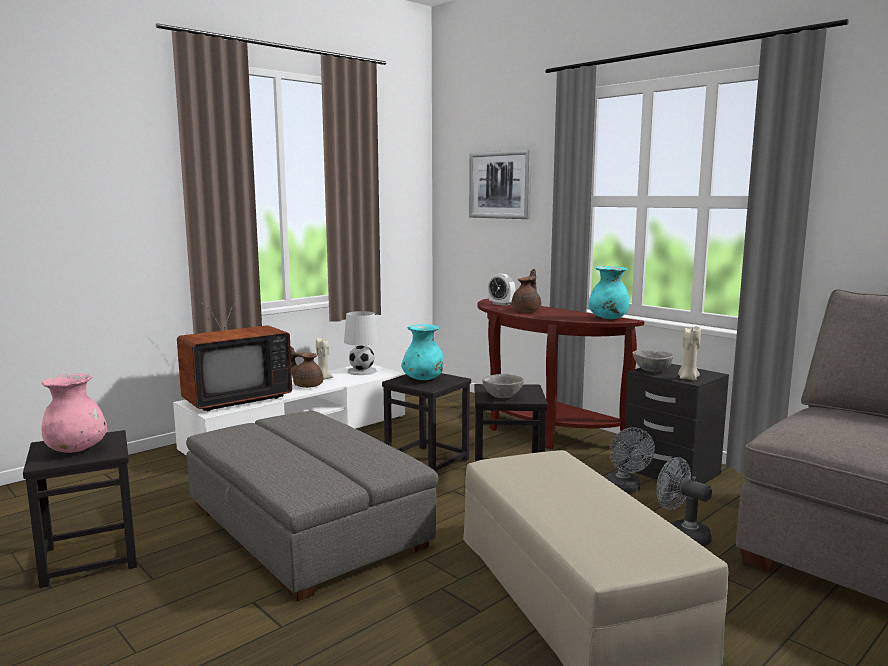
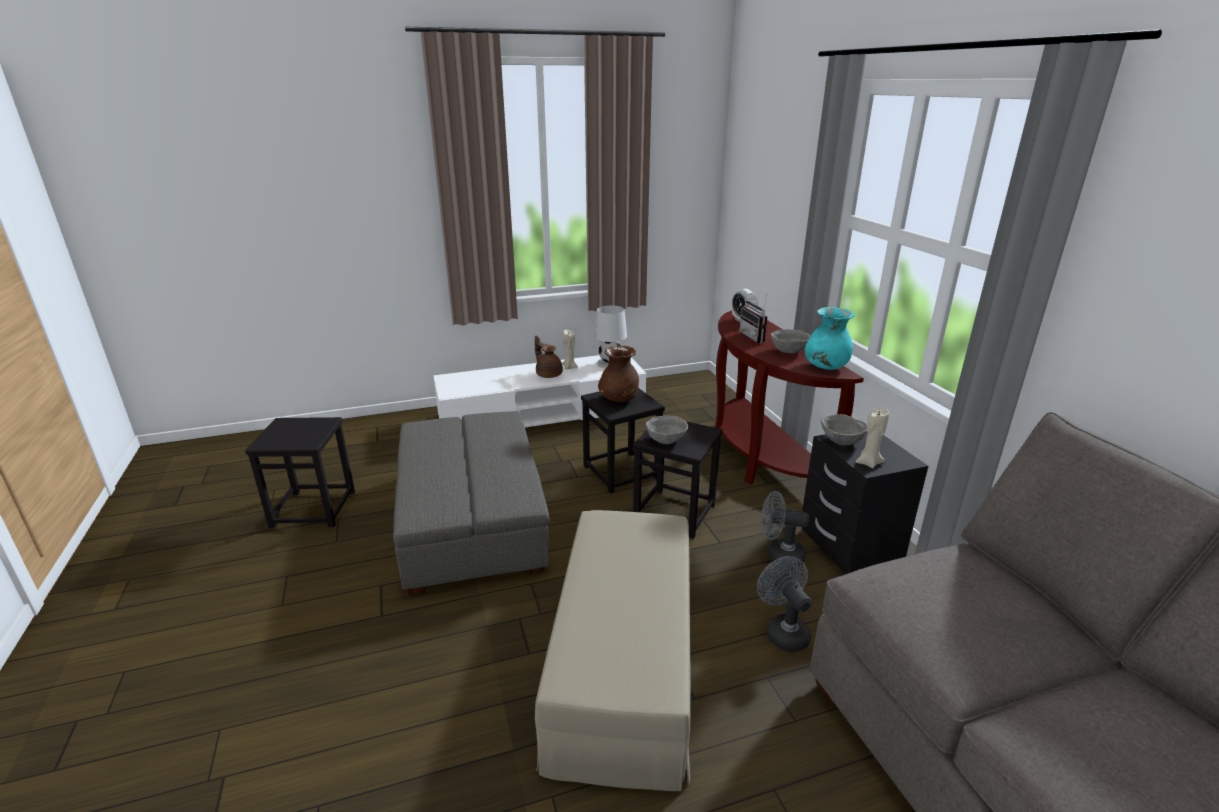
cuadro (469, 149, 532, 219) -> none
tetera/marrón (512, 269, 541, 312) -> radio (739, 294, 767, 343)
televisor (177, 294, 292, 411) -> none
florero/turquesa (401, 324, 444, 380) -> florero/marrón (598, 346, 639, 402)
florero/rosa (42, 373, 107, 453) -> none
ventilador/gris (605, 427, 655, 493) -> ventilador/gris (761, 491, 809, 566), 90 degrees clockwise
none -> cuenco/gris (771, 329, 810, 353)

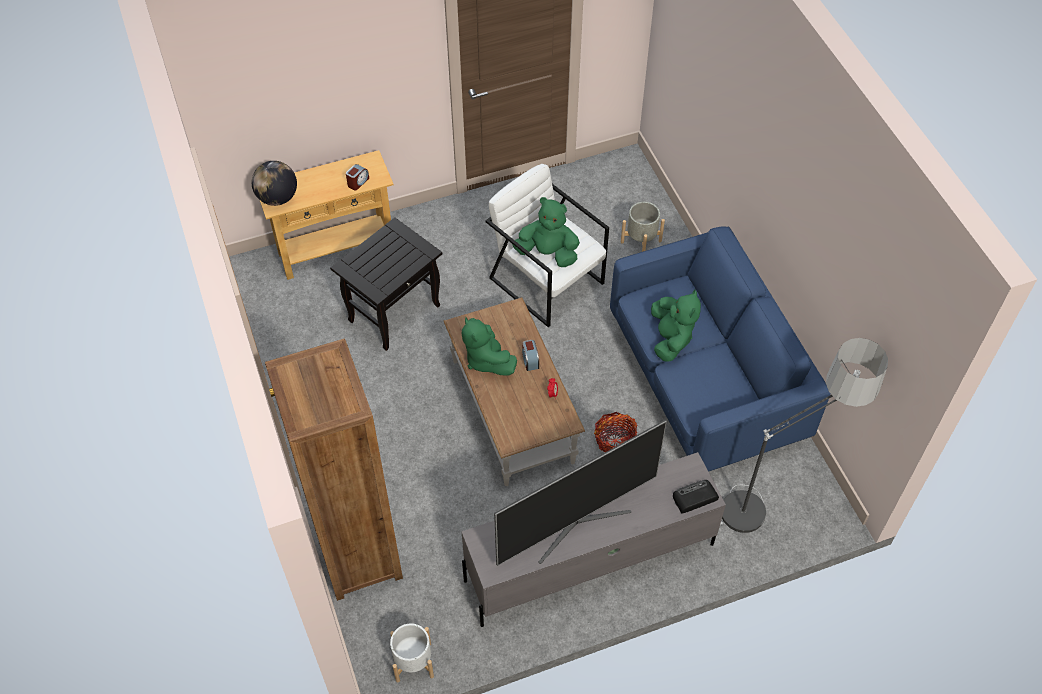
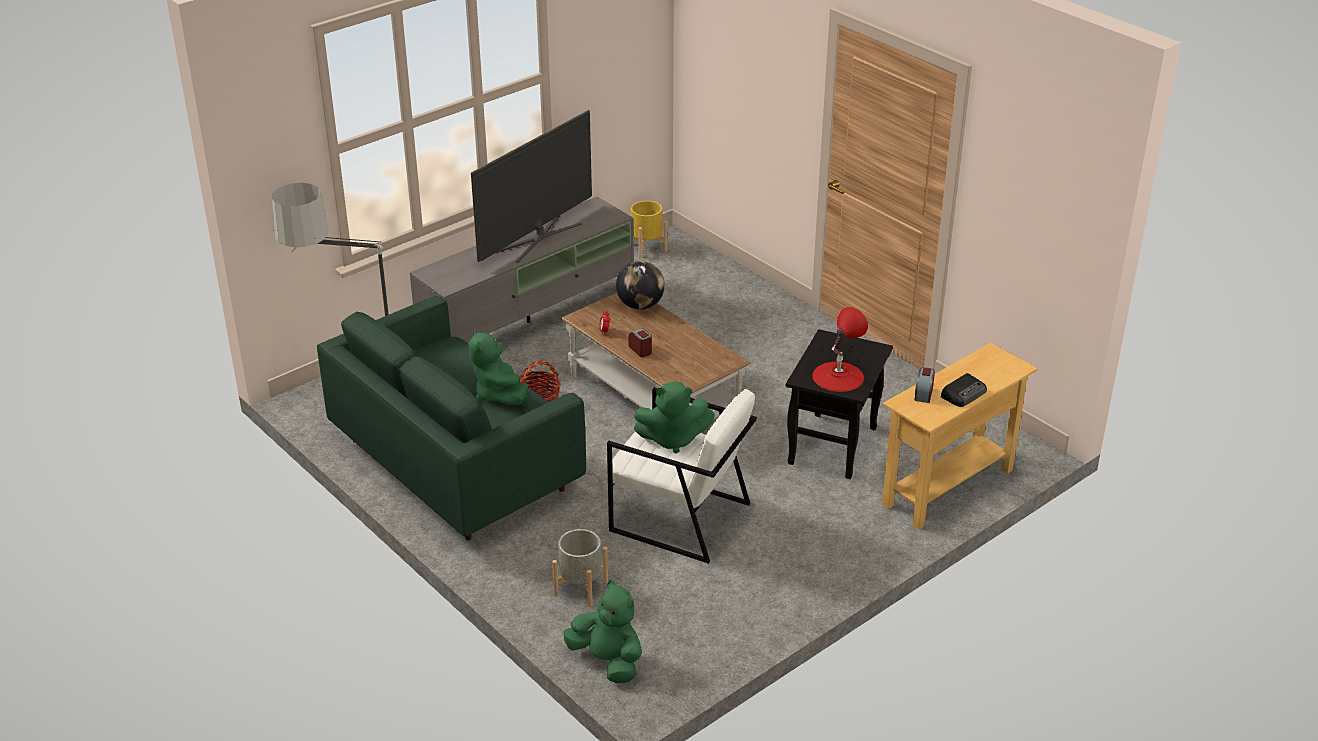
globo terráqueo (252, 161, 297, 206) -> globo terráqueo (616, 261, 665, 310), moved
sofá/azul (610, 226, 831, 472) -> sofá/verde (317, 296, 586, 541)
peluche/verde (462, 317, 517, 376) -> peluche/verde (564, 580, 642, 683), moved
estantería/marrón (265, 338, 403, 601) -> none
radio (673, 480, 719, 513) -> radio (941, 373, 987, 407), moved
maceta/blanco (390, 623, 434, 683) -> maceta/amarillo (631, 201, 667, 258)
none -> lámpara de mesa/rojo (812, 307, 868, 392)

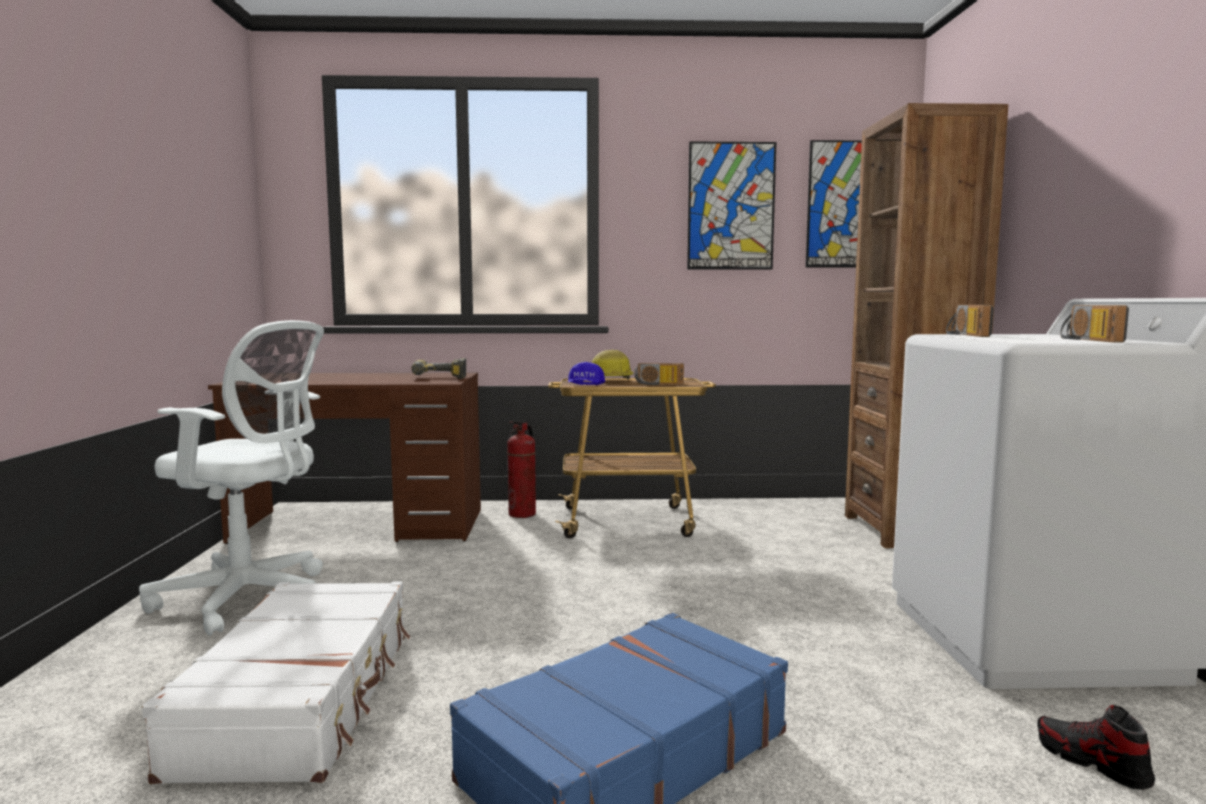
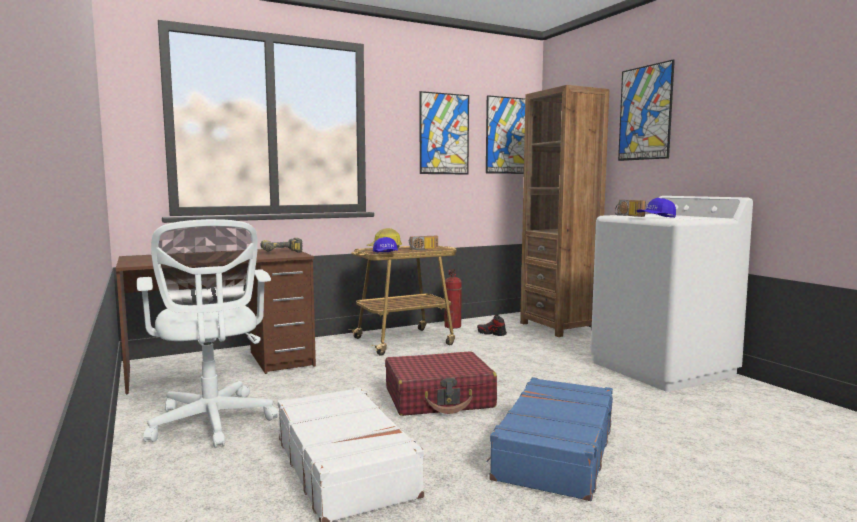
radio (1061, 305, 1129, 343) -> none
silla de oficina/blanco (139, 320, 324, 636) -> silla de oficina/blanco (137, 219, 278, 448), 75 degrees clockwise
extintor (507, 421, 536, 518) -> extintor (444, 269, 462, 329), moved
zapato (1037, 705, 1155, 790) -> zapato (477, 315, 507, 336), moved
none -> cuadro (618, 59, 675, 161)
none -> gorra/azul (636, 198, 676, 218)
none -> maleta/rojo (385, 351, 497, 416)

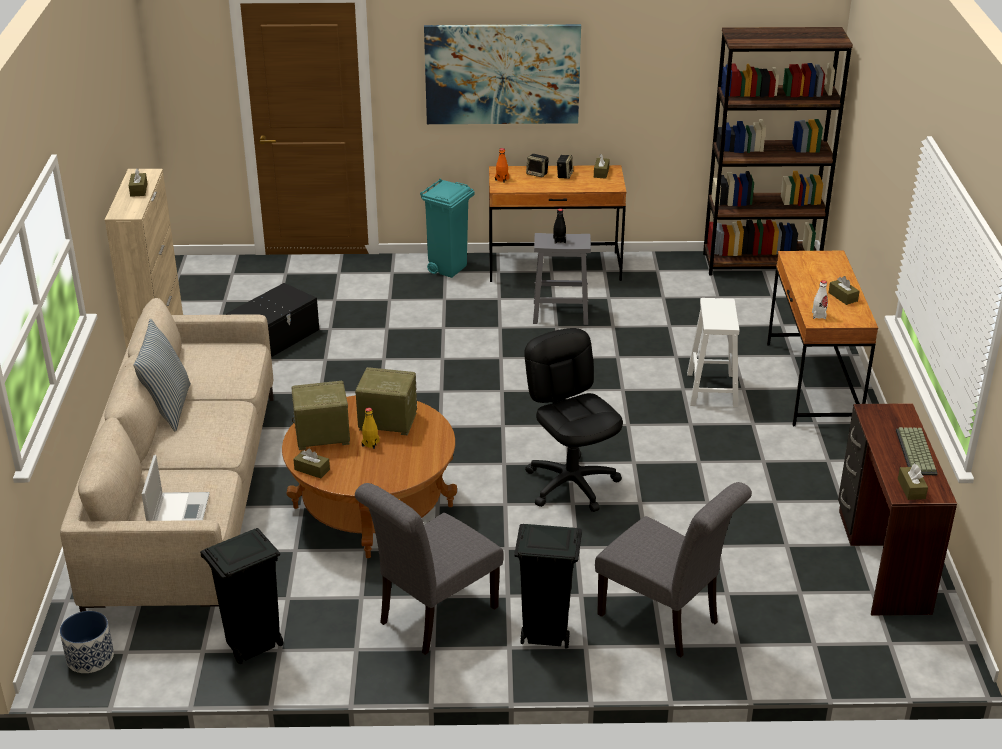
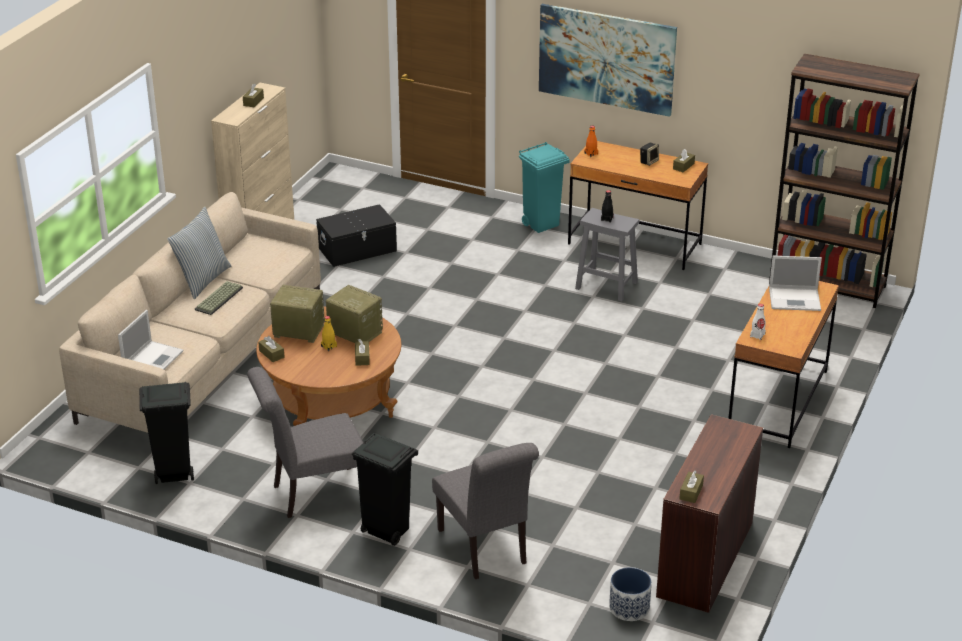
altavoz (526, 154, 549, 178) -> none
caja de pañuelos/marrón (828, 276, 859, 305) -> caja de pañuelos/marrón (355, 339, 370, 366), moved
taburete/blanco (687, 298, 739, 407) -> none
silla de oficina/negro (524, 328, 623, 512) -> none
teclado (896, 427, 938, 475) -> teclado (195, 281, 243, 315), moved
maceta (60, 611, 114, 673) -> maceta (609, 567, 652, 621), moved
none -> portátil (769, 256, 822, 311)

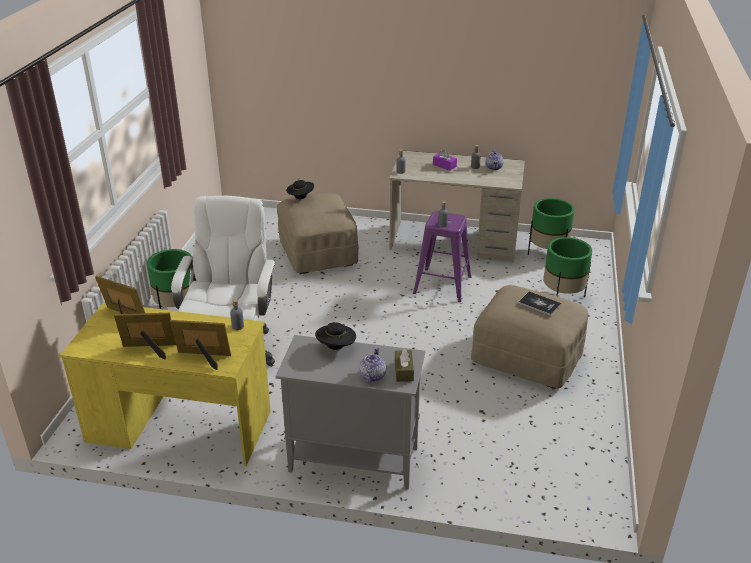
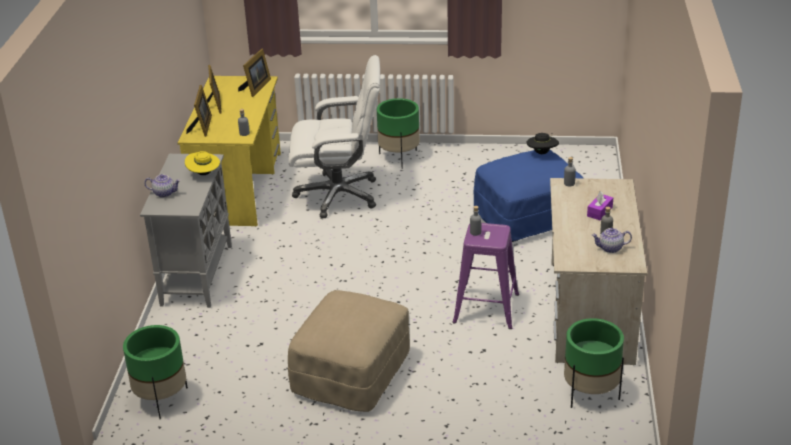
puf/beis (277, 193, 359, 274) -> puf/azul (474, 150, 583, 242)
maceta/verde (543, 237, 592, 297) -> maceta/verde (123, 325, 188, 419), moved
libro (518, 292, 561, 316) -> none
sombrero/negro (315, 322, 356, 350) -> sombrero/amarillo (185, 151, 220, 175)
caja de pañuelos/marrón (395, 348, 414, 382) -> none

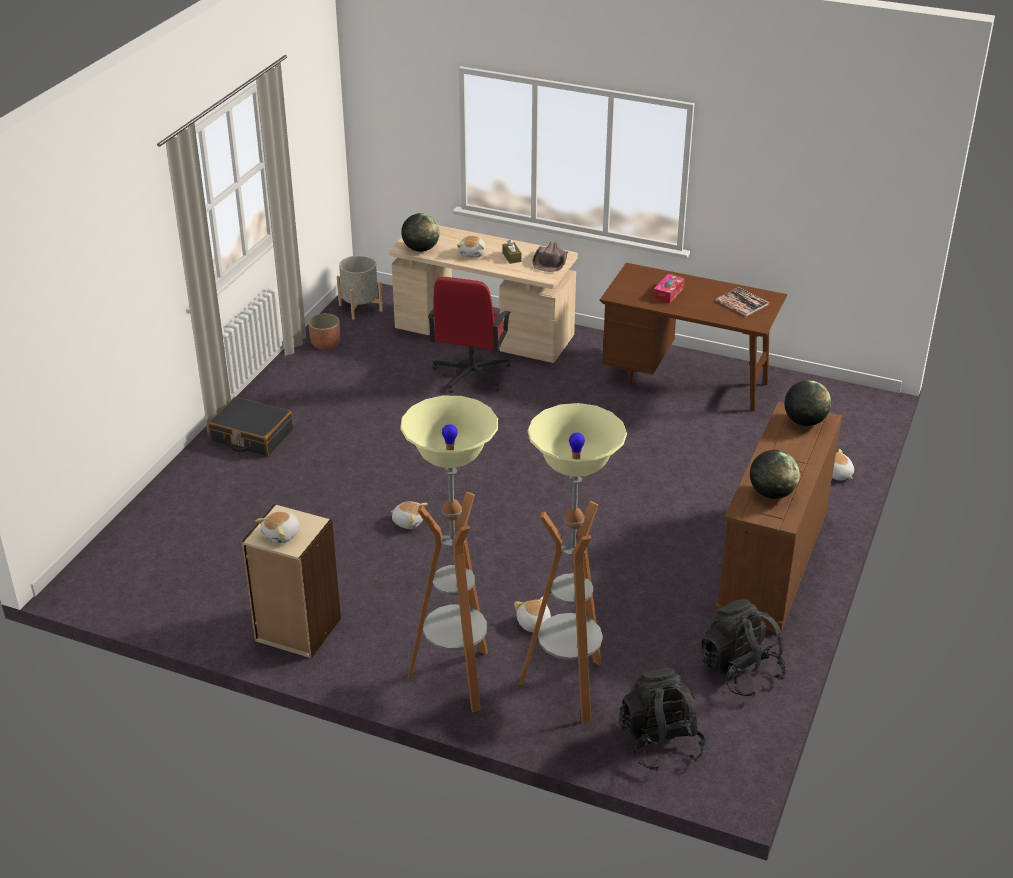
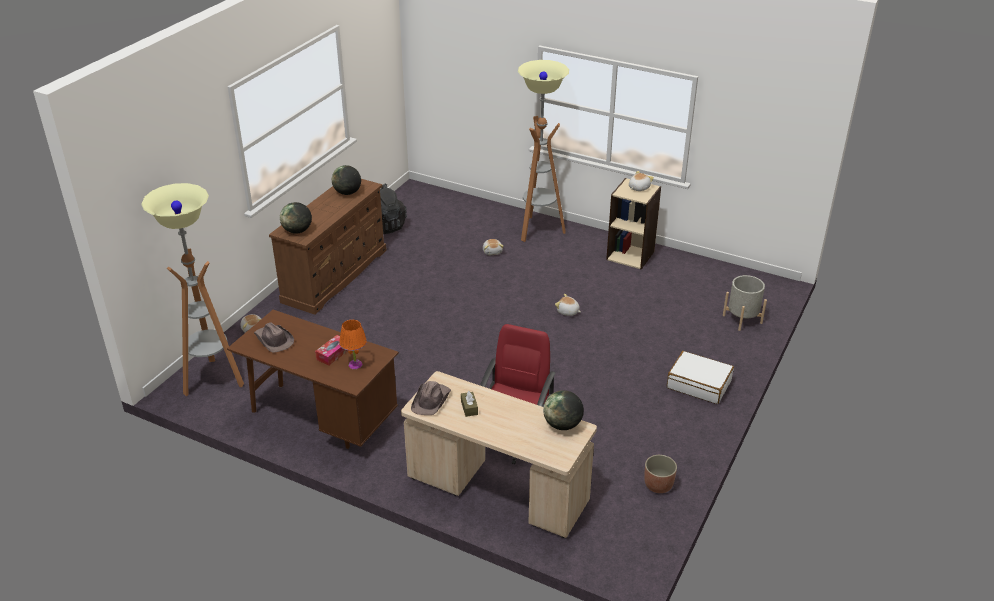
peluche (457, 236, 486, 258) -> none
maceta/gris (337, 255, 383, 320) -> maceta/gris (723, 275, 767, 331), moved
libro (715, 287, 769, 317) -> sombrero/marrón (254, 322, 294, 353)
maleta/negro (208, 397, 293, 457) -> maleta/blanco (667, 351, 734, 404)
lámpara de pie (519, 403, 627, 723) -> lámpara de pie (142, 183, 244, 396), moved
mochila/negro (619, 668, 706, 771) -> none
none -> lámpara de mesa/naranja (339, 320, 367, 369)

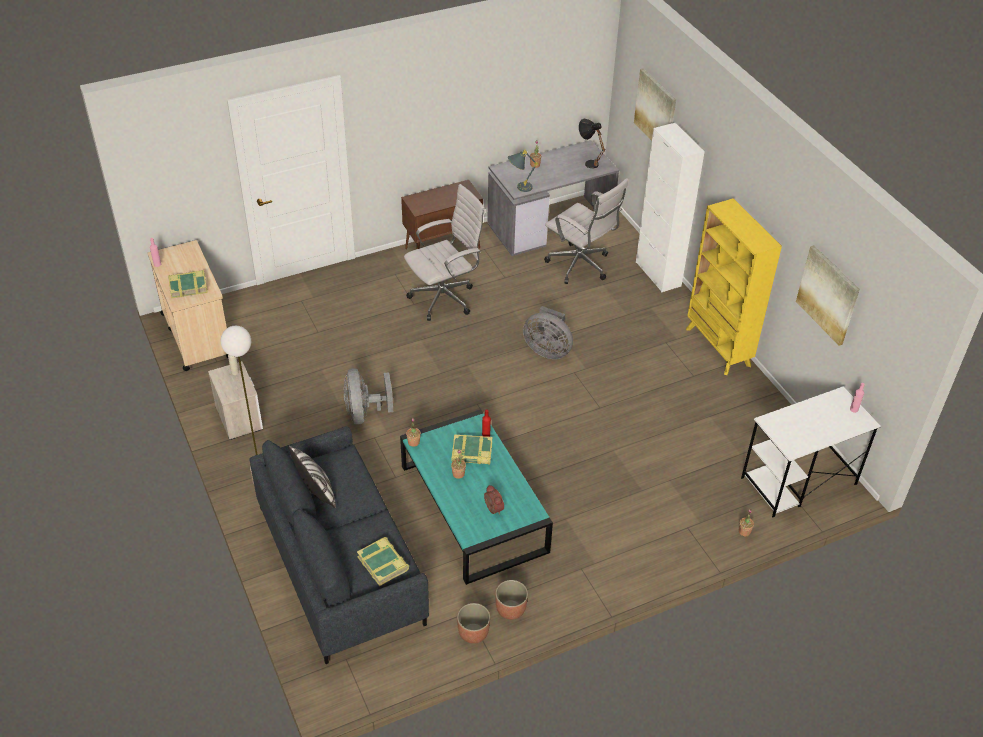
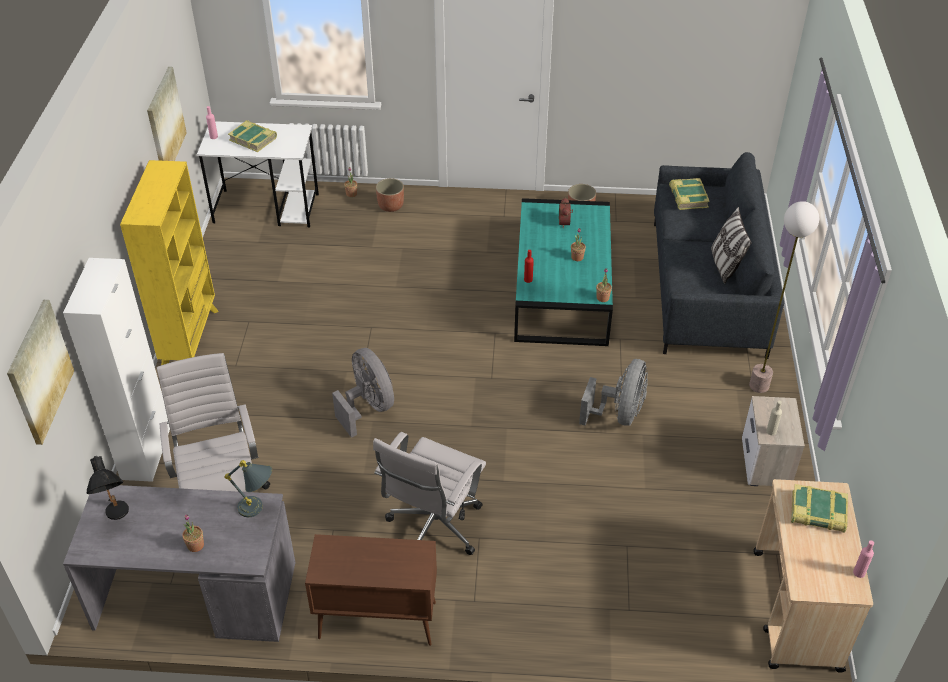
silla de oficina/blanco (404, 184, 485, 321) -> silla de oficina/blanco (373, 432, 486, 555), 60 degrees counterclockwise
libro (452, 434, 492, 465) -> libro (228, 120, 277, 152), moved
maceta (457, 603, 490, 644) -> maceta (376, 178, 404, 212), moved

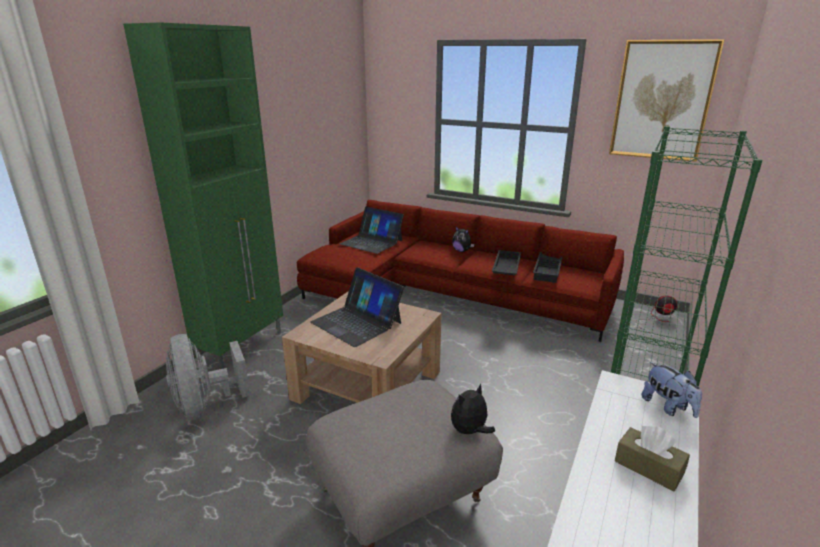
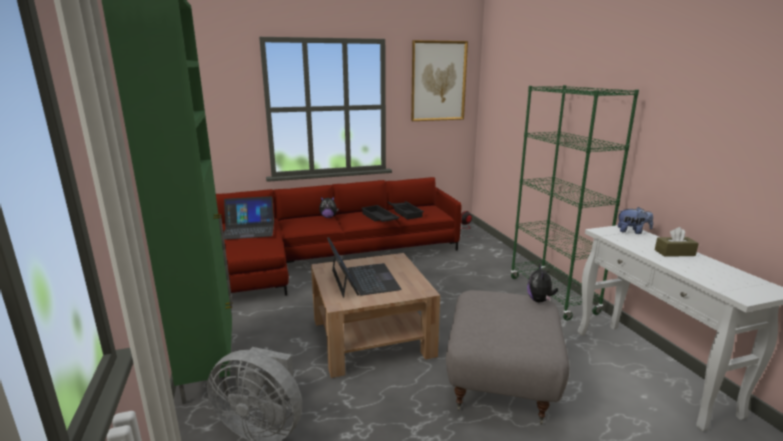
portátil (310, 267, 404, 347) -> portátil (327, 237, 401, 298), 105 degrees counterclockwise

